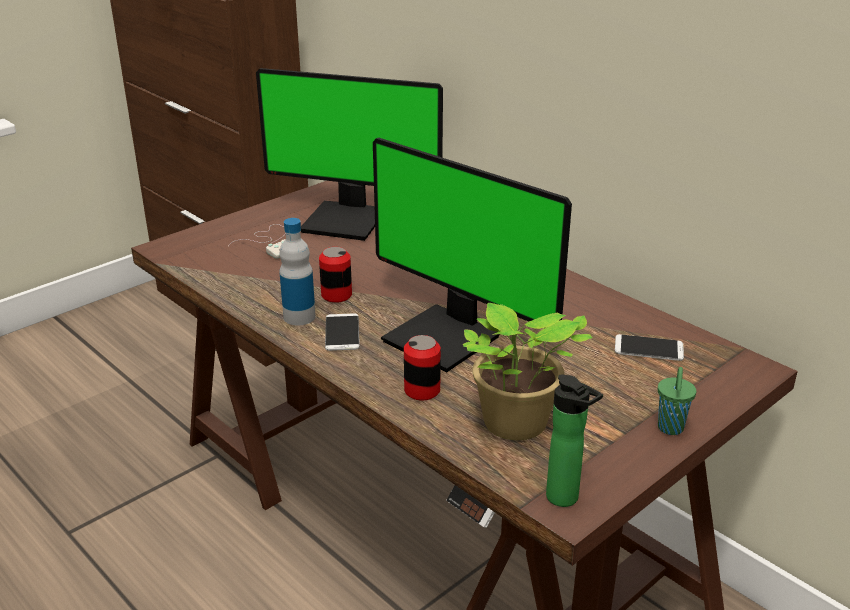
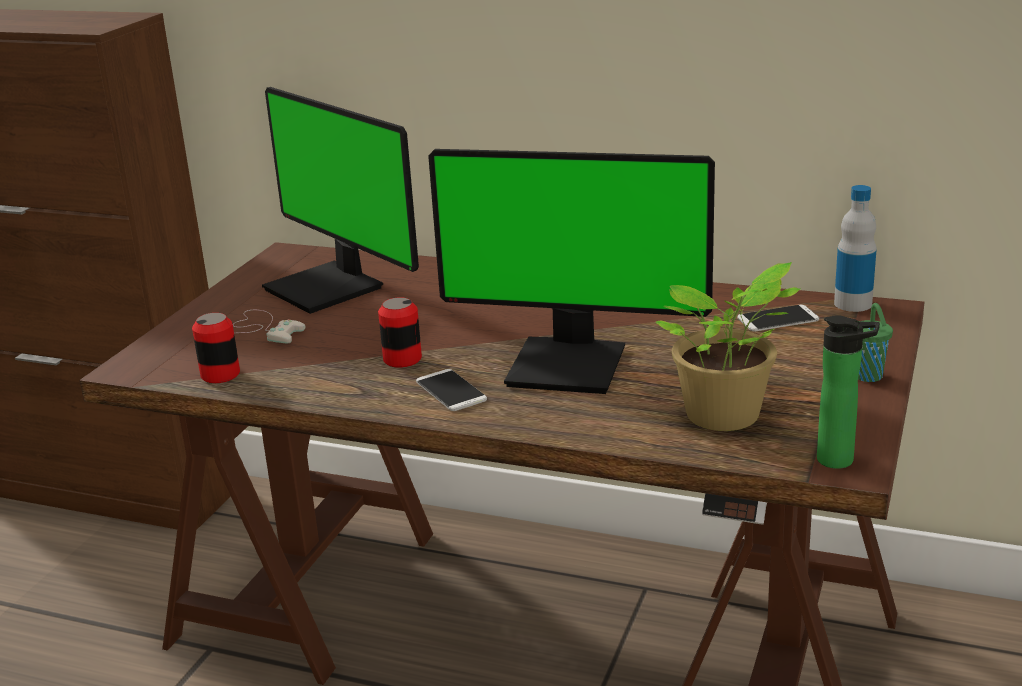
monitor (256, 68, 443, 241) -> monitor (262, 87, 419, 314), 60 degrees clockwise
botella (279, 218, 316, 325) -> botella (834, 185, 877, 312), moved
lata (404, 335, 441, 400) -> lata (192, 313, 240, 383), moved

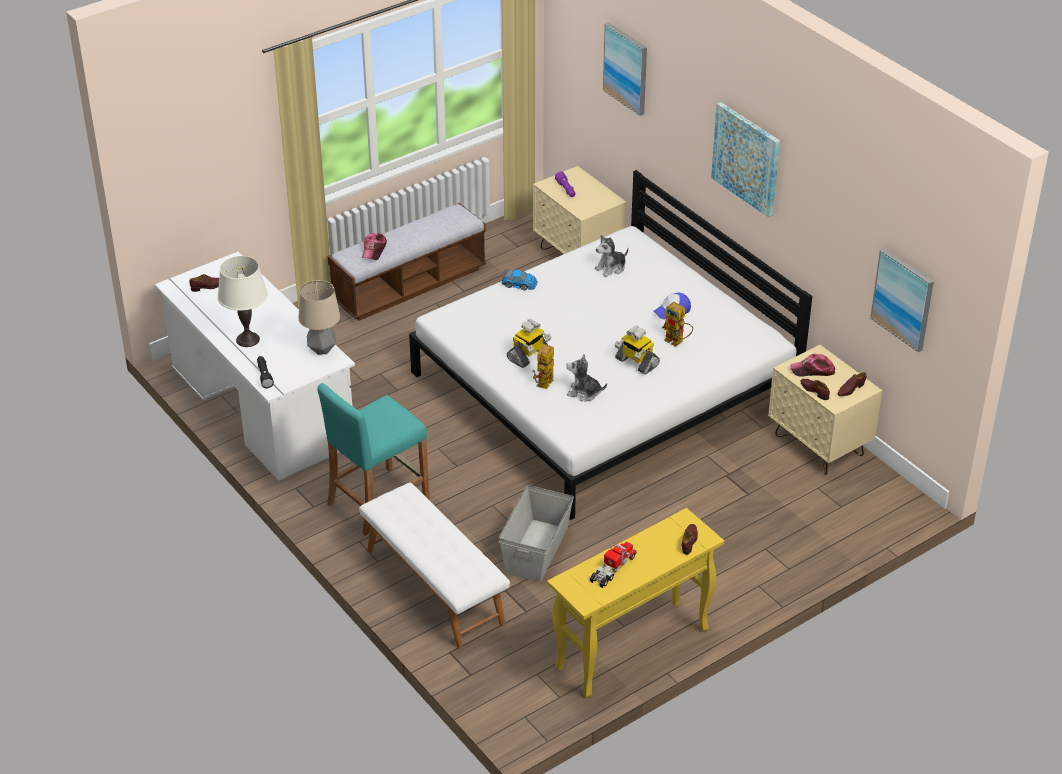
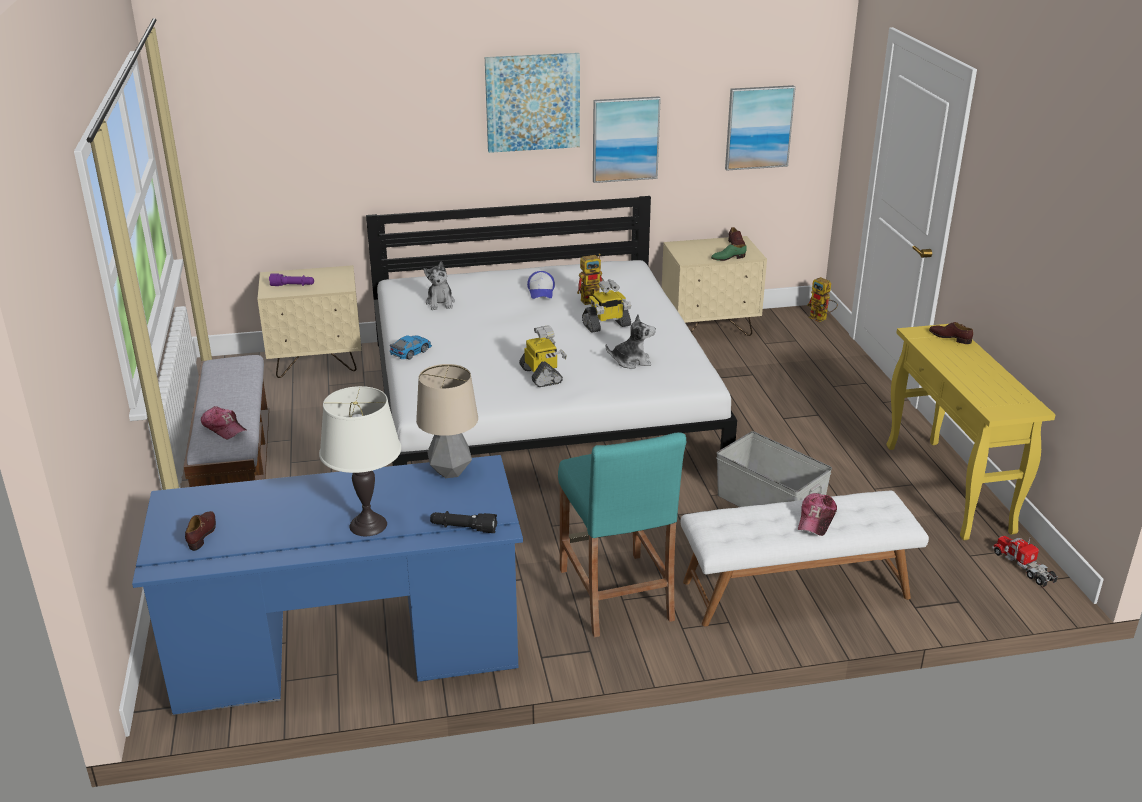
cuadro (603, 23, 647, 116) -> cuadro (593, 96, 661, 183), moved
escritorio/blanco (155, 252, 355, 481) -> escritorio/azul (132, 455, 523, 715)
robot de juguete (533, 344, 554, 389) -> robot de juguete (807, 277, 838, 322), moved
peluche (566, 354, 607, 401) -> peluche (606, 314, 656, 369), 135 degrees counterclockwise
gorra (790, 354, 835, 377) -> gorra (798, 493, 837, 536), moved
zapato/marrón (800, 379, 830, 400) -> zapato/verde (711, 244, 747, 261)
camión de juguete (590, 542, 637, 588) -> camión de juguete (992, 536, 1058, 587), moved

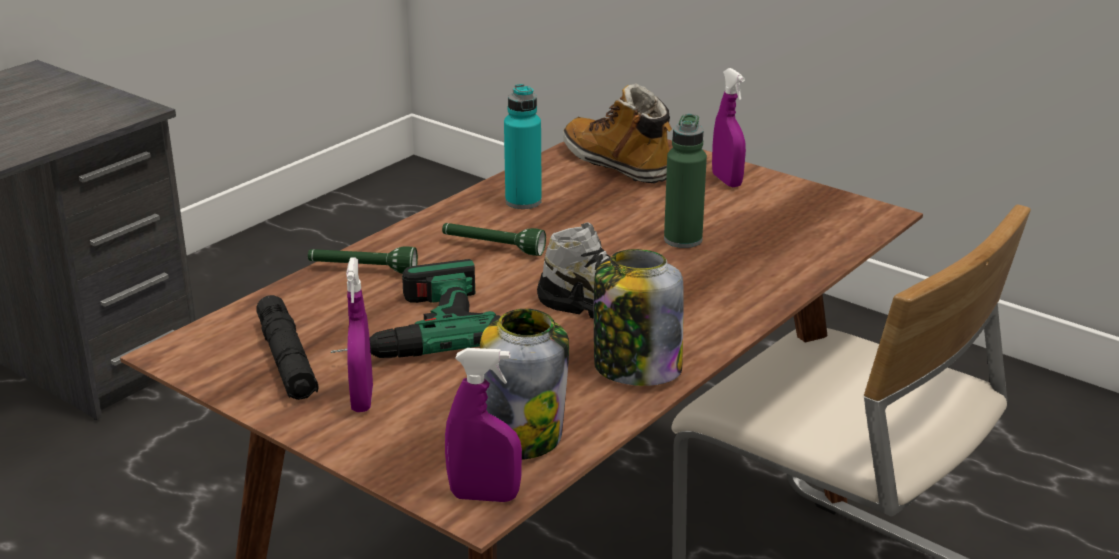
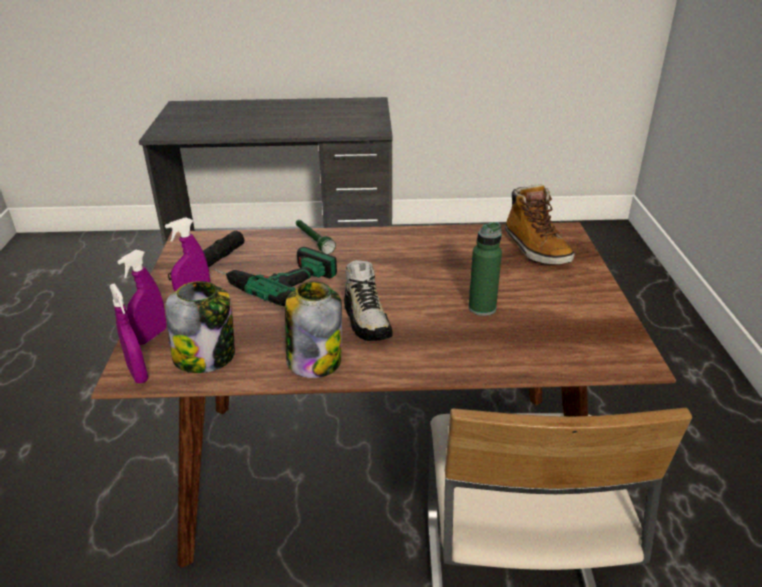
pulverizador/morado (712, 68, 746, 187) -> pulverizador/morado (117, 250, 166, 344), moved
bota (563, 83, 672, 184) -> bota (505, 184, 575, 264), 150 degrees clockwise
botella/turquesa (504, 84, 542, 209) -> none
linterna/verde (442, 223, 546, 256) -> none

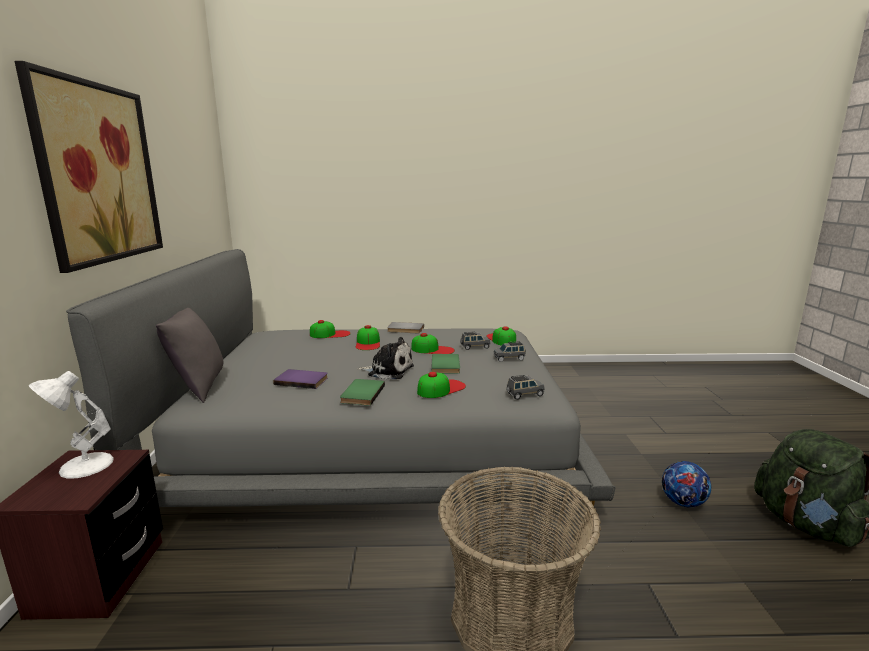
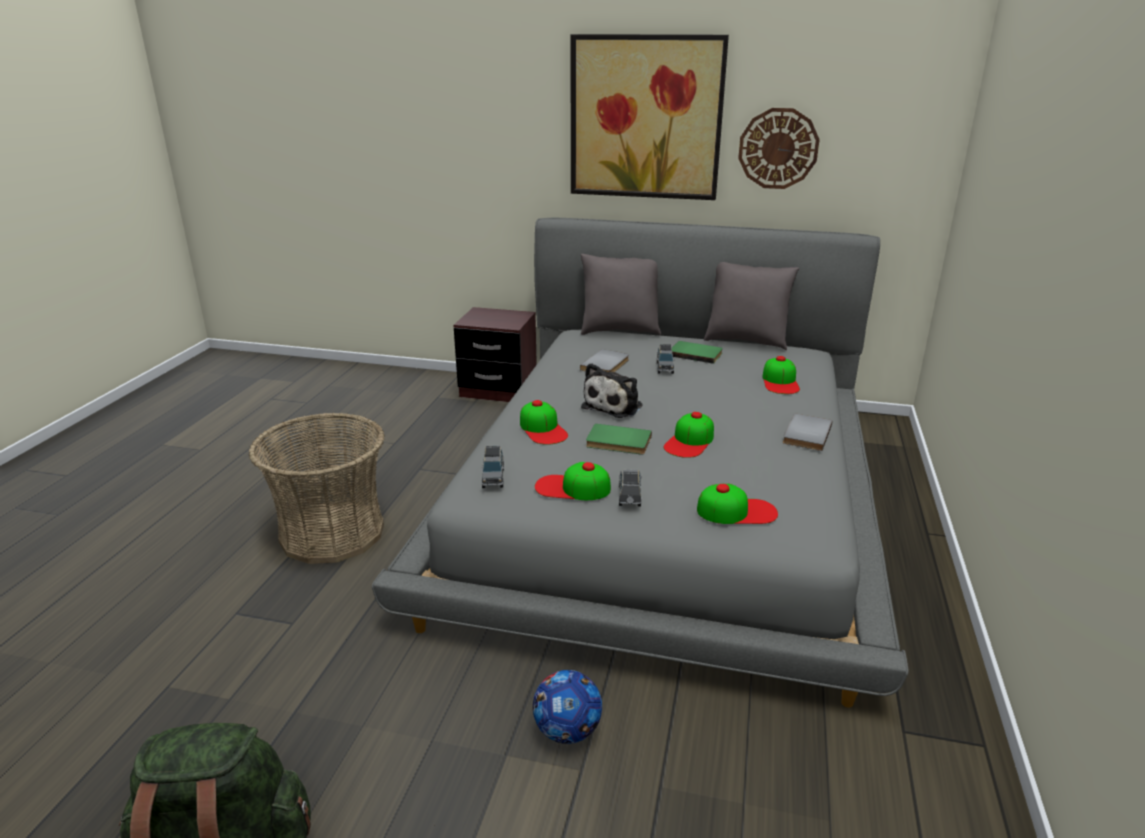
gorra (356, 325, 380, 350) -> gorra (535, 462, 611, 500), moved
coche de juguete/gris (460, 332, 490, 350) -> coche de juguete/gris (657, 344, 674, 374), moved
libro/morado (273, 369, 328, 389) -> libro/gris (580, 349, 629, 372)
lámpara de mesa/blanco (29, 371, 114, 479) -> none
libro/verde (340, 379, 385, 406) -> libro/verde (672, 341, 723, 364), moved
balón de fútbol (662, 461, 711, 508) -> balón de fútbol (533, 670, 602, 744), moved
none -> reloj de pared (738, 108, 820, 189)
none -> cojín/gris (704, 262, 799, 350)

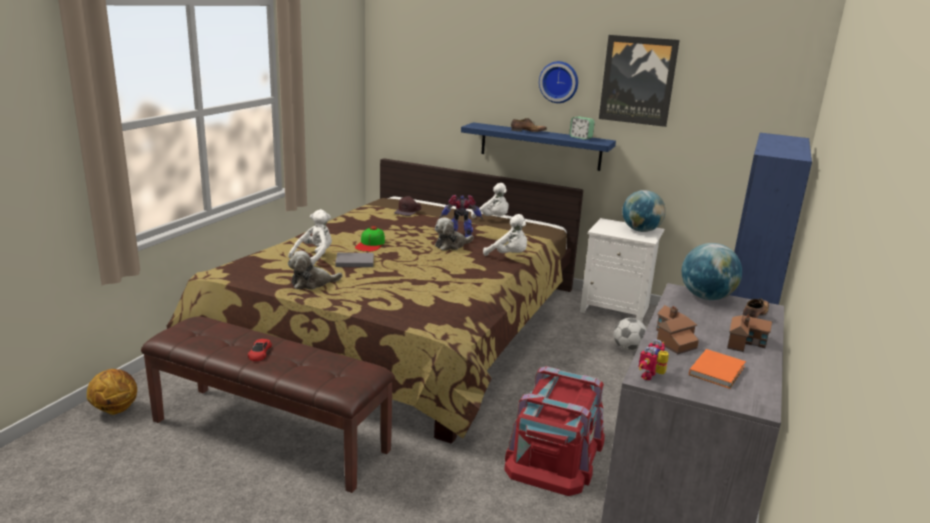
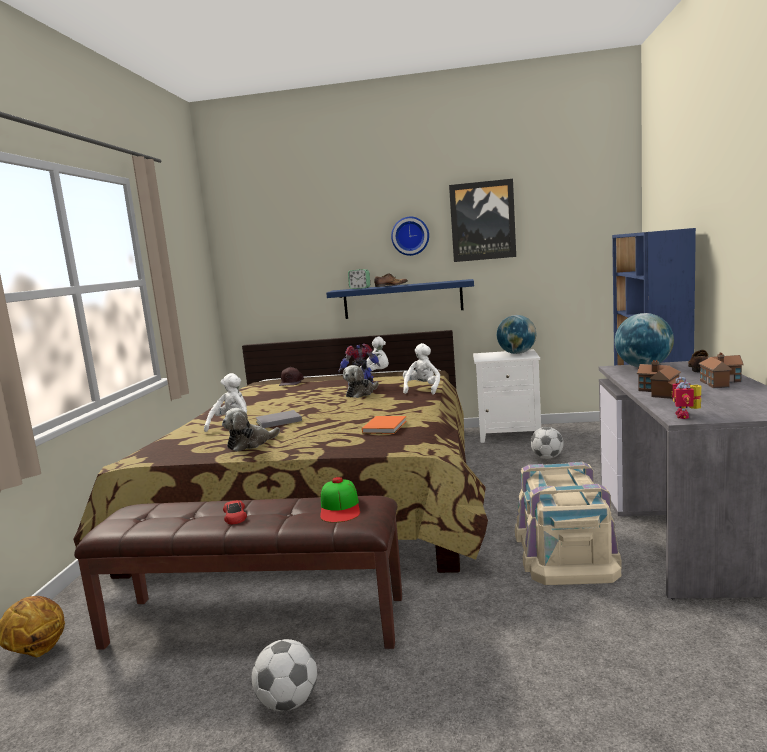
despertador (569, 117, 595, 140) -> despertador (348, 269, 370, 289), moved
peluche/blanco (483, 214, 527, 256) -> peluche/blanco (403, 343, 440, 395), 90 degrees counterclockwise
gorra (355, 226, 385, 252) -> gorra (320, 477, 360, 523), moved
libro/naranja (689, 349, 746, 389) -> libro/naranja (362, 416, 406, 434), moved
caja de almacenaje/rojo (504, 366, 605, 496) -> caja de almacenaje/beis (515, 462, 622, 585)
none -> balón de fútbol (252, 639, 317, 711)

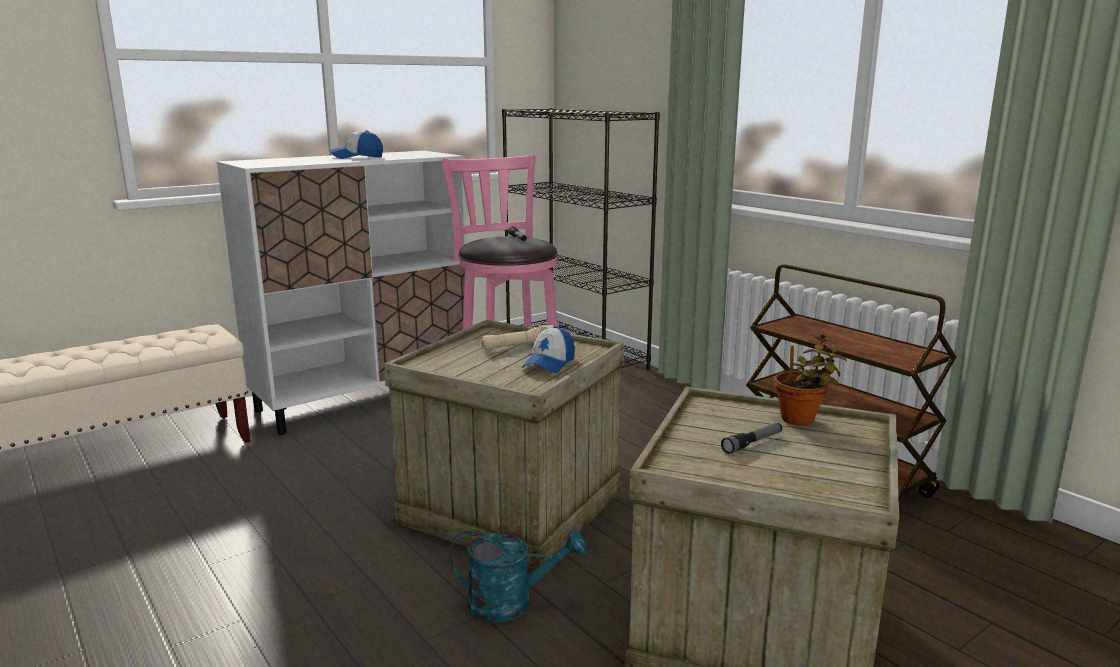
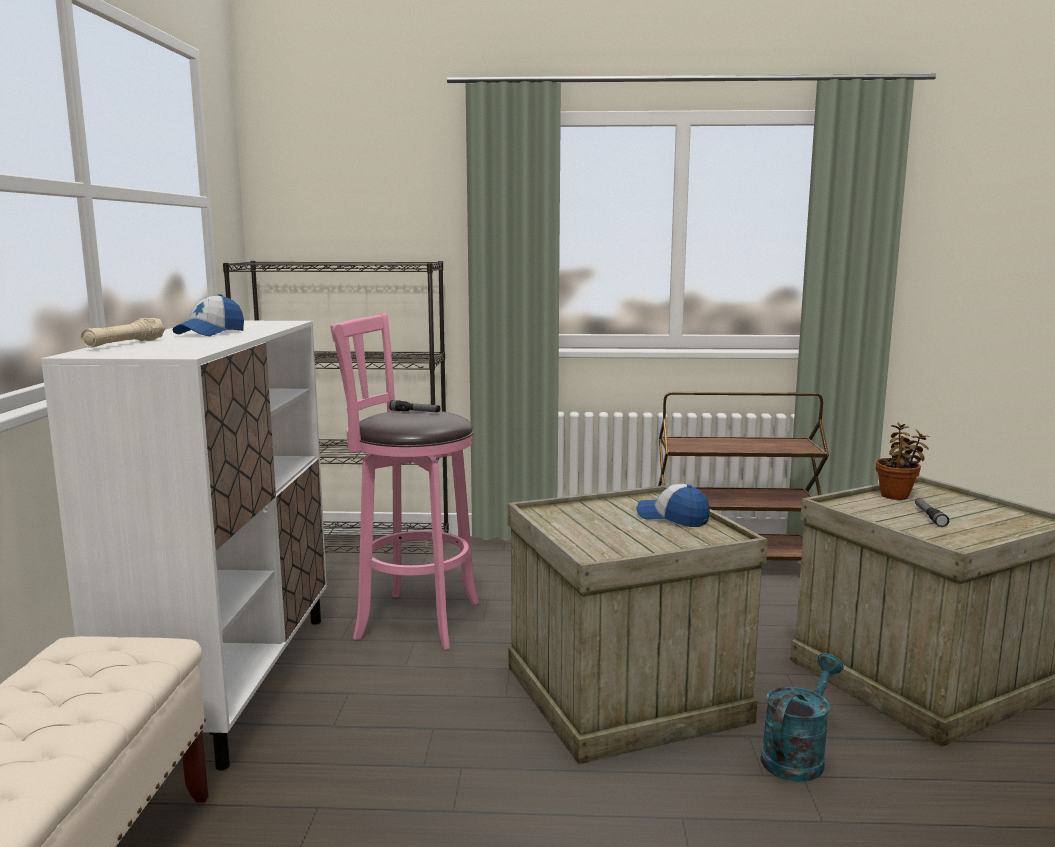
linterna/beis (481, 325, 554, 350) -> linterna/beis (81, 318, 165, 348), moved
gorra (522, 326, 575, 373) -> gorra (637, 484, 710, 527), 150 degrees clockwise

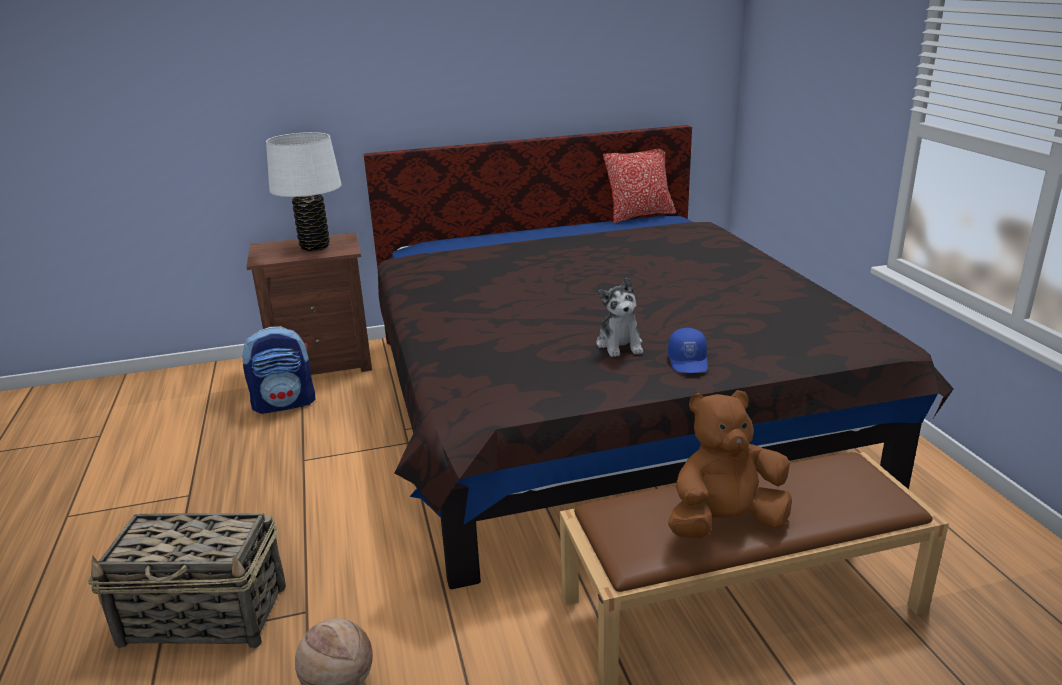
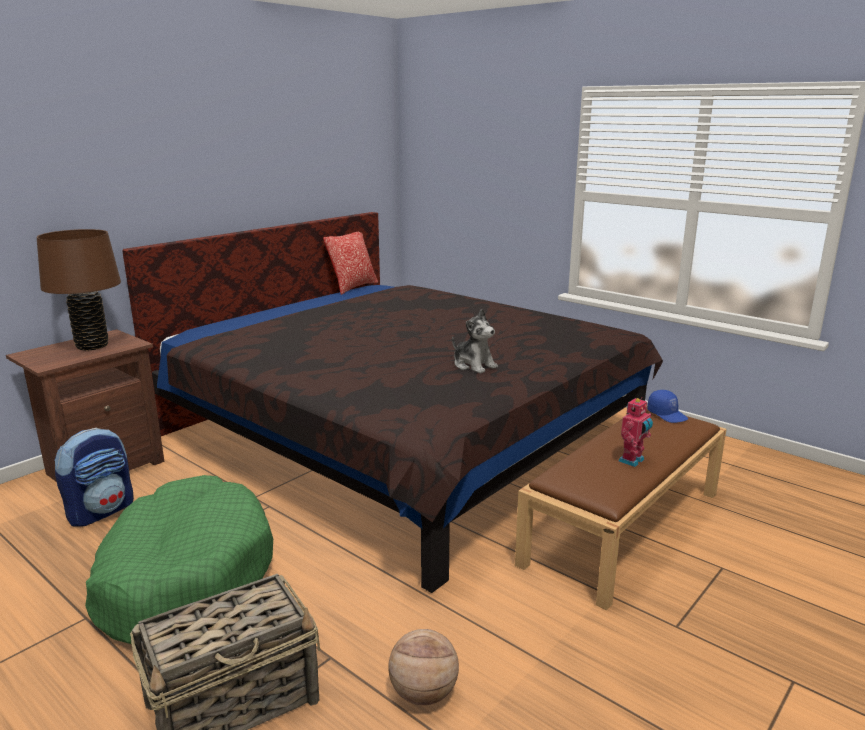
lámpara de mesa/blanco (266, 132, 342, 251) -> lámpara de mesa/marrón (37, 229, 121, 351)
gorra/azul (668, 328, 708, 373) -> gorra/azul (647, 390, 688, 423), moved
peluche/marrón (668, 390, 792, 539) -> robot de juguete (619, 397, 653, 467)
none -> cama para perro/verde (85, 475, 273, 644)

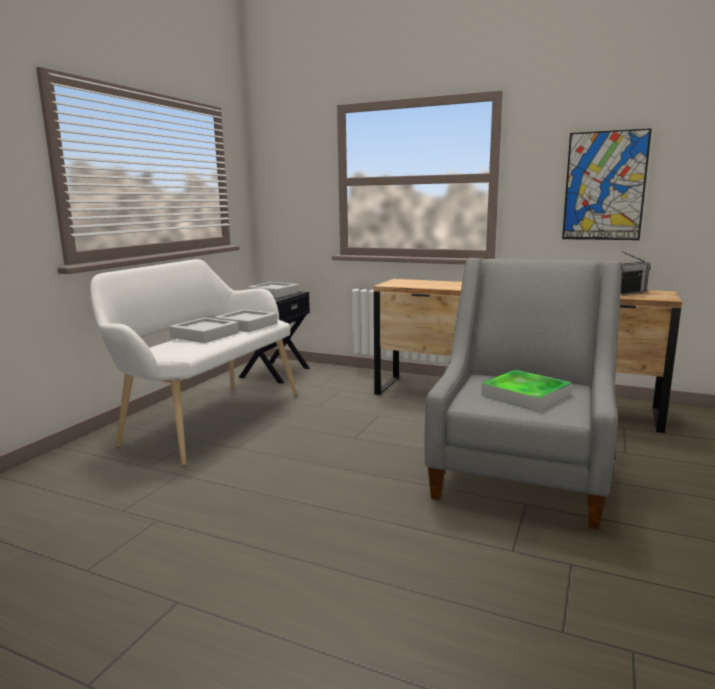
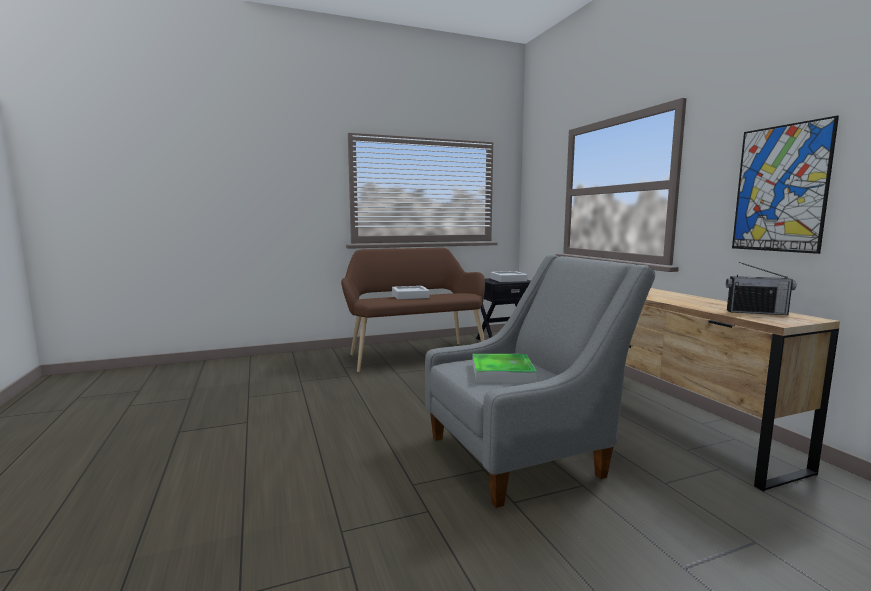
banco/blanco (90, 259, 298, 466) -> banco/marrón (341, 248, 485, 373)
bandeja/gris (214, 309, 277, 332) -> none

